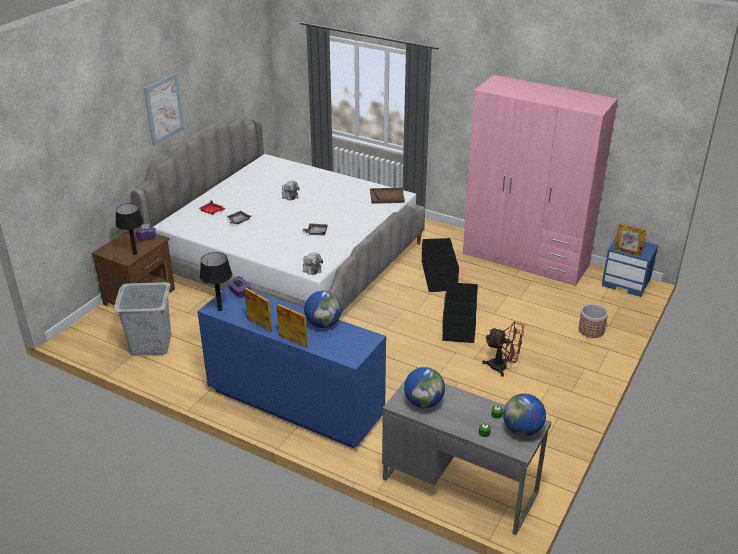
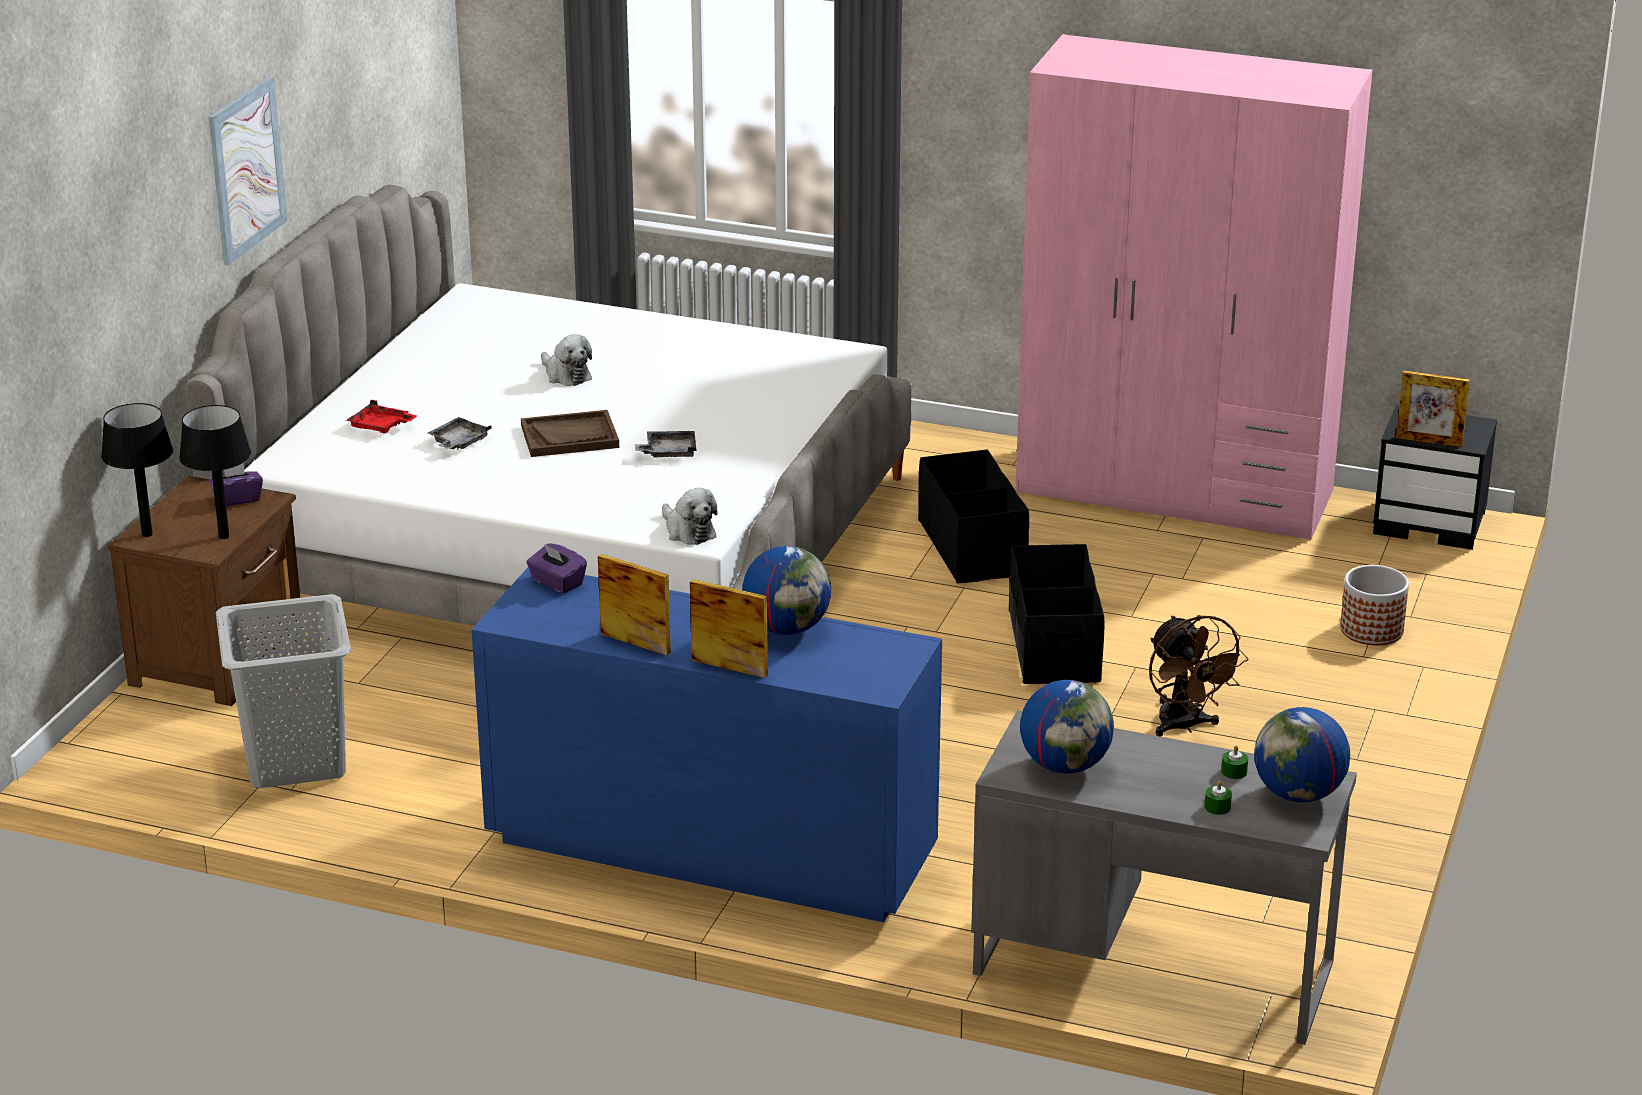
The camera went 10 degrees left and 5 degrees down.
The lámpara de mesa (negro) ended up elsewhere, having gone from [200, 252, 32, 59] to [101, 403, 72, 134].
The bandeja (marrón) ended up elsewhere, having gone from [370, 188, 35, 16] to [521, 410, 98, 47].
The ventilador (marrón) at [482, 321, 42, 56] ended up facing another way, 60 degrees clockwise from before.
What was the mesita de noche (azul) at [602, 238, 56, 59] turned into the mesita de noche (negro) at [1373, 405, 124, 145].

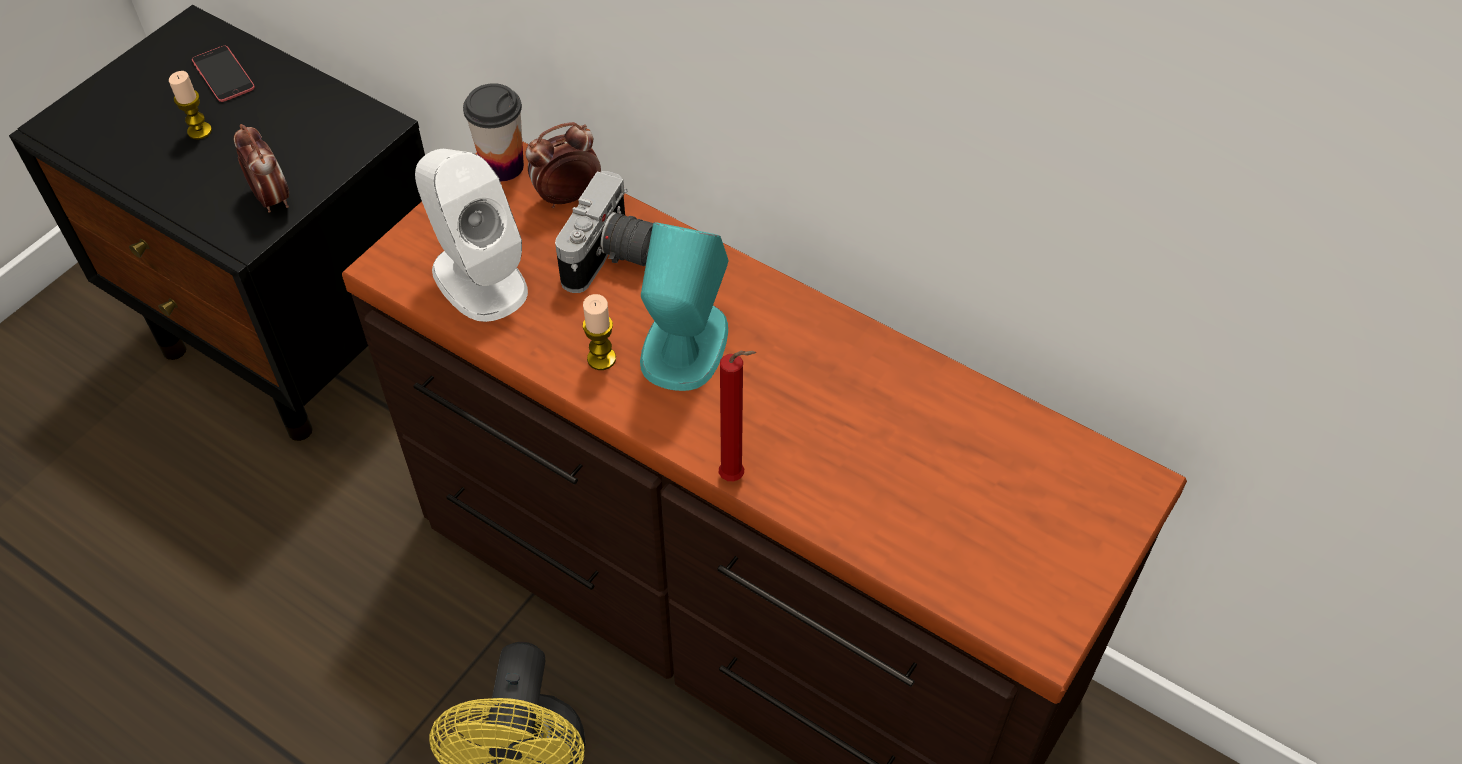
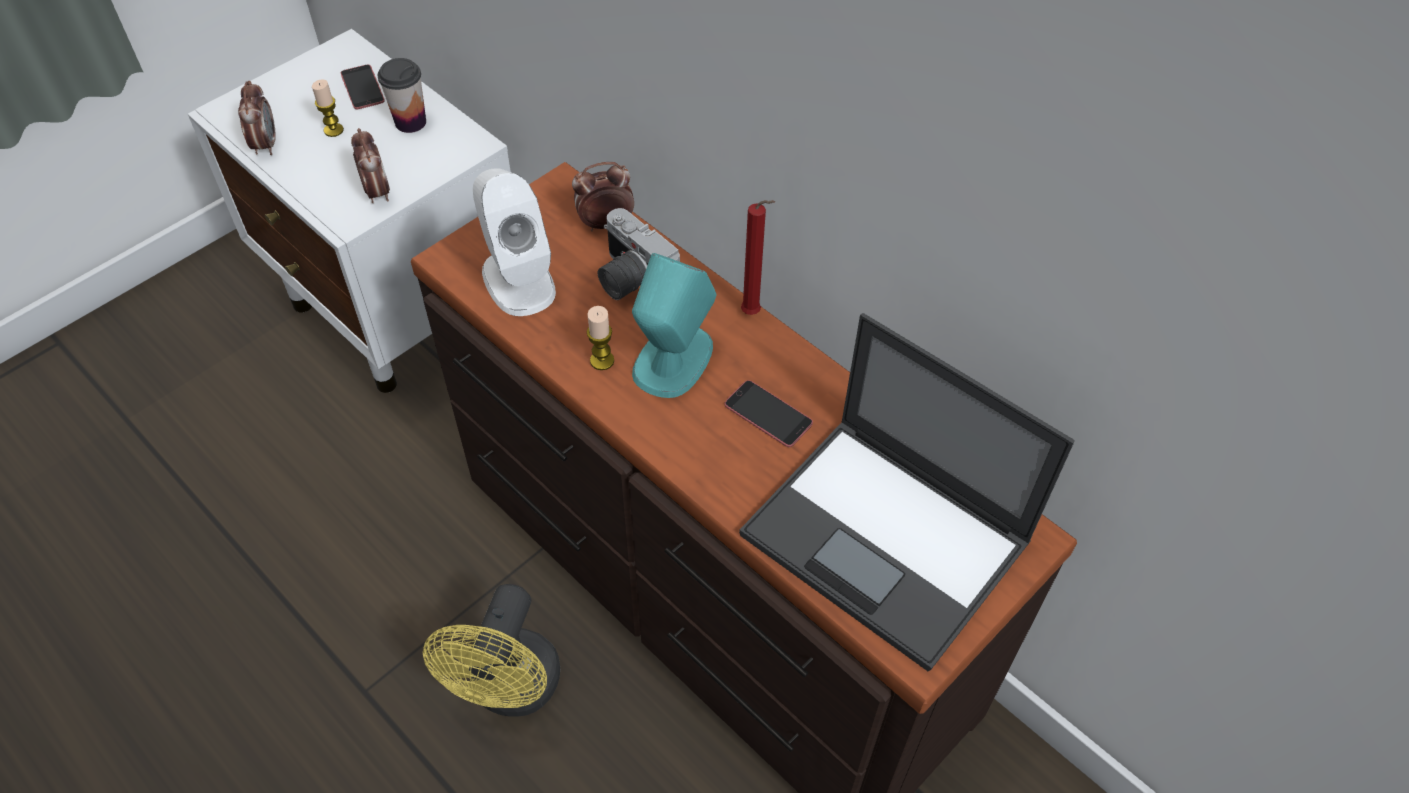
The camera went 10 degrees right and 0 degrees up.
What was the mesita de noche (negro) at [9, 5, 416, 436] turned into the mesita de noche (blanco) at [188, 29, 323, 364].
The taza ended up elsewhere, having gone from [463, 83, 61, 98] to [378, 58, 48, 75].
The cámara at [555, 171, 98, 122] ended up facing another way, 105 degrees clockwise from before.
The vela (rojo) ended up elsewhere, having gone from [719, 350, 37, 131] to [741, 200, 34, 115].
The second view gained the despertador at [238, 81, 38, 74].
The second view gained the móvil at [725, 380, 88, 67].
The second view gained the portátil at [739, 313, 336, 358].

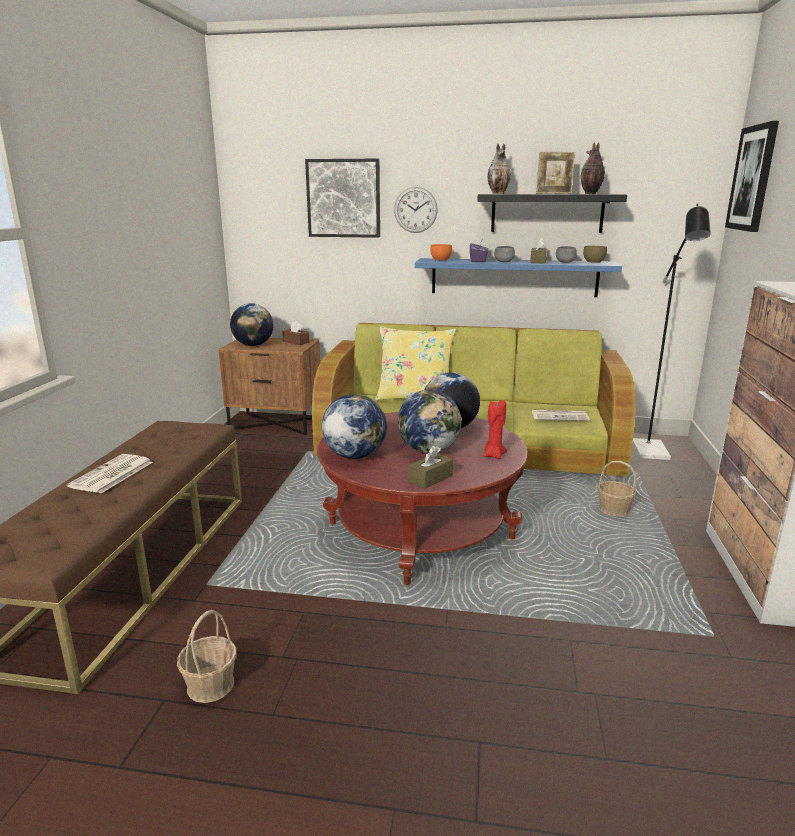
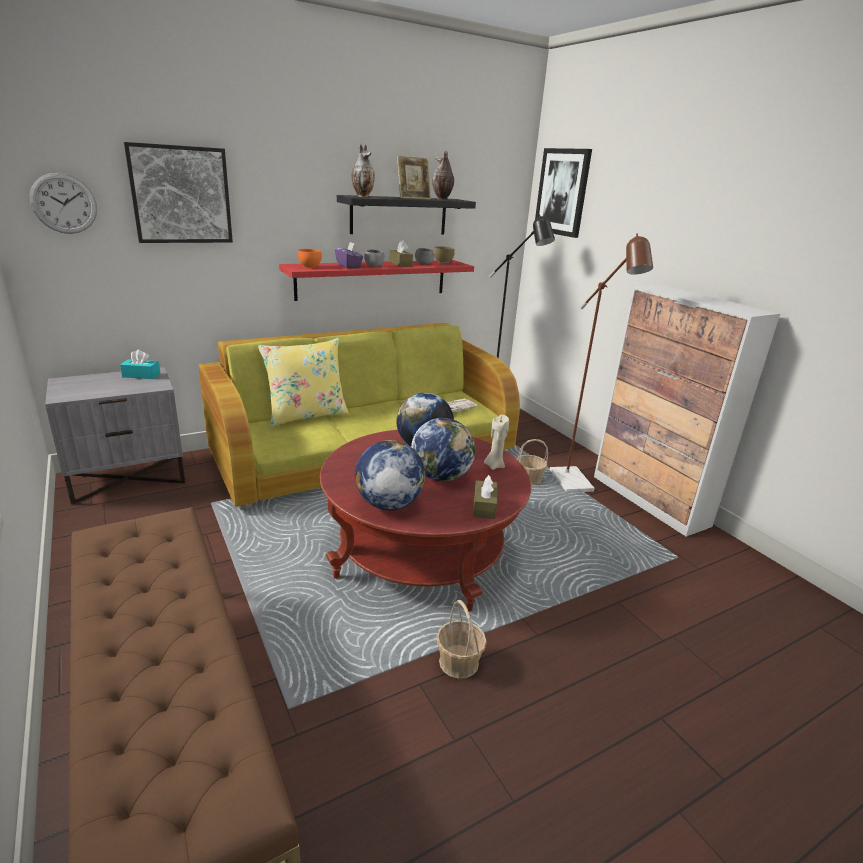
The camera went 40 degrees left and 5 degrees up.
The second view lost the periódico at [67, 454, 86, 39].
The cesta ended up elsewhere, having gone from [177, 610, 60, 93] to [436, 600, 51, 79].
What was the mesita de noche (marrón) at [219, 338, 101, 97] turned into the mesita de noche (gris) at [45, 367, 140, 137].
The second view lost the globo terráqueo at [230, 303, 44, 43].
What was the caja de pañuelos (marrón) at [282, 321, 27, 24] turned into the caja de pañuelos (turquesa) at [120, 350, 41, 29].
The reloj de pared ended up elsewhere, having gone from [394, 187, 44, 46] to [30, 173, 67, 61].
What was the estante (azul) at [415, 258, 207, 39] turned into the estante (rojo) at [279, 260, 195, 41].
What was the vela (rojo) at [483, 400, 24, 59] turned into the vela (beis) at [484, 415, 25, 55].
The second view gained the lámpara de pie (marrón) at [550, 233, 103, 259].

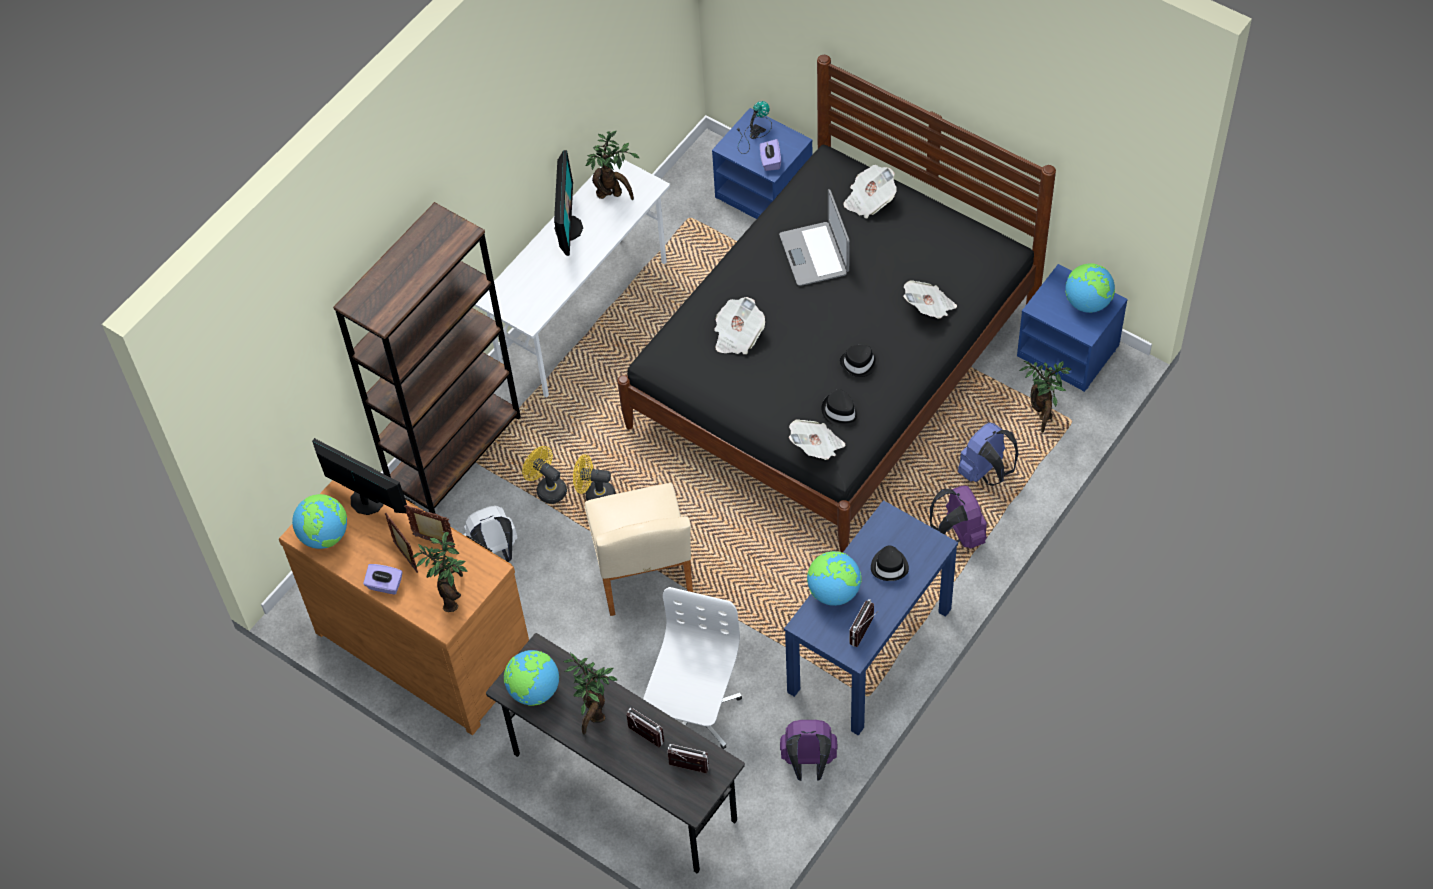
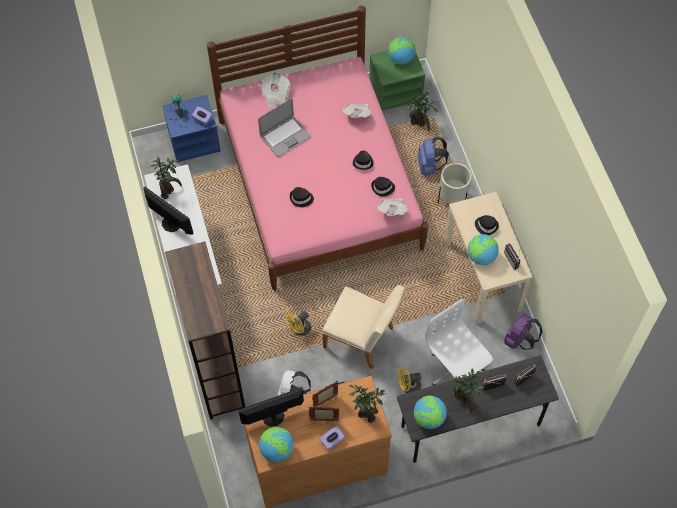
The camera went 55 degrees left and 5 degrees up.
The ventilador (amarillo) ended up elsewhere, having gone from [522, 446, 45, 58] to [398, 367, 23, 26].
What was the cama (negro) at [617, 55, 439, 498] turned into the cama (rosa) at [207, 5, 221, 285].
Where the periódico stood at [714, 297, 51, 57], the sombrero (negro) came to stand at [290, 187, 24, 20].
The portátil at [779, 189, 71, 97] ended up facing another way, 60 degrees counterclockwise from before.
What was the mesa consola (azul) at [784, 500, 174, 236] turned into the mesa consola (beis) at [444, 192, 89, 132].
Where the mochila (morado) stood at [930, 485, 57, 64], the maceta (beis) came to stand at [438, 163, 34, 41].
What was the mesita de noche (azul) at [1017, 264, 111, 128] turned into the mesita de noche (verde) at [369, 50, 56, 61].

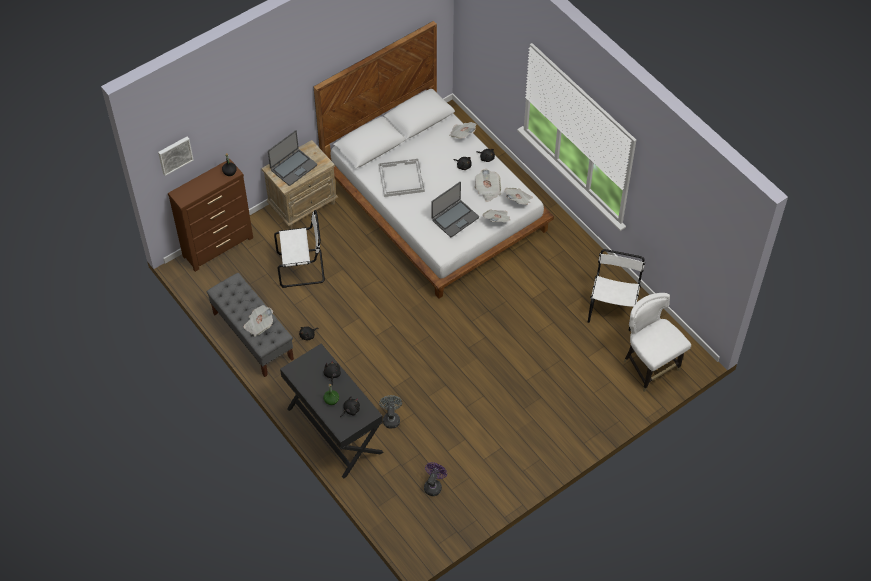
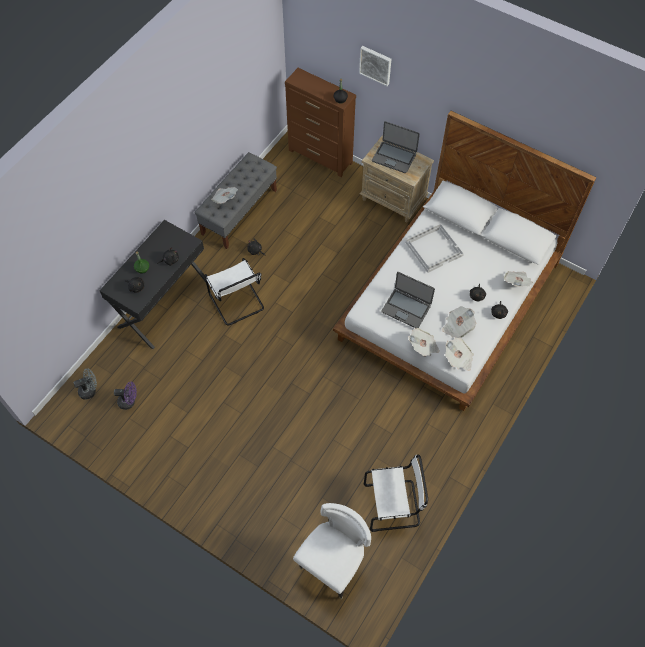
The camera went 70 degrees right and 5 degrees up.
The cuadro ended up elsewhere, having gone from [158, 137, 36, 39] to [359, 46, 32, 40].
The silla (blanco) ended up elsewhere, having gone from [274, 210, 51, 78] to [204, 258, 60, 68].
The ventilador (gris) ended up elsewhere, having gone from [379, 395, 23, 34] to [74, 368, 23, 32].

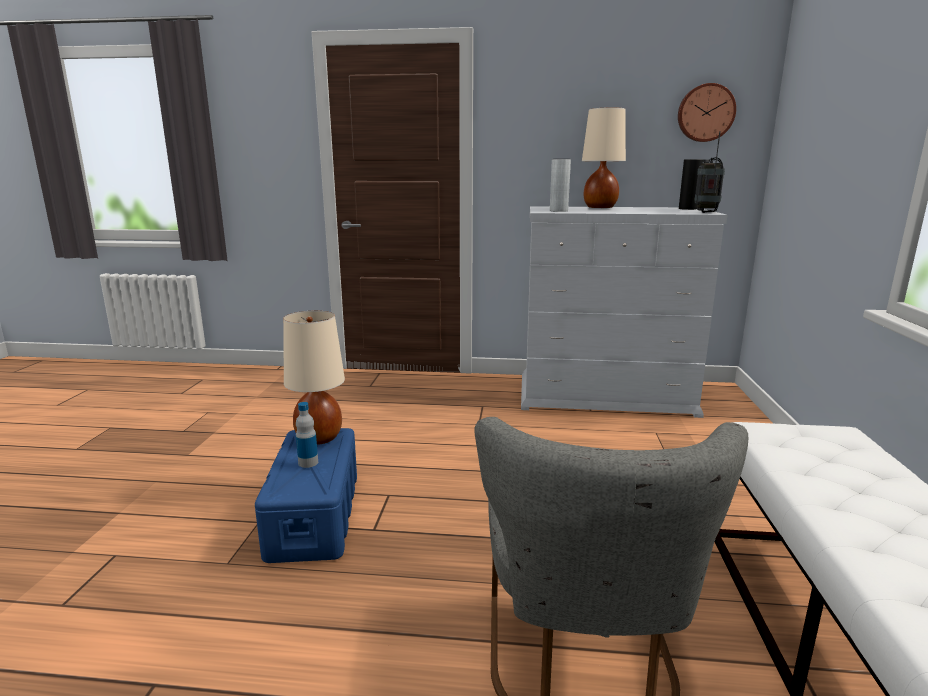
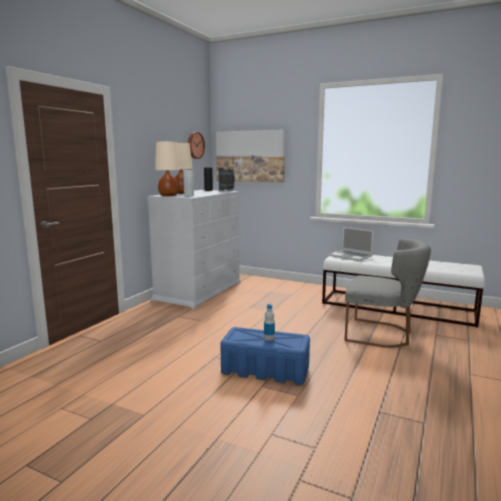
The camera went 70 degrees left and 5 degrees down.
The lámpara de mesa (beis) ended up elsewhere, having gone from [283, 311, 62, 134] to [155, 141, 25, 55].
The second view gained the cuadro at [216, 130, 69, 52].
The second view gained the portátil at [330, 227, 43, 34].

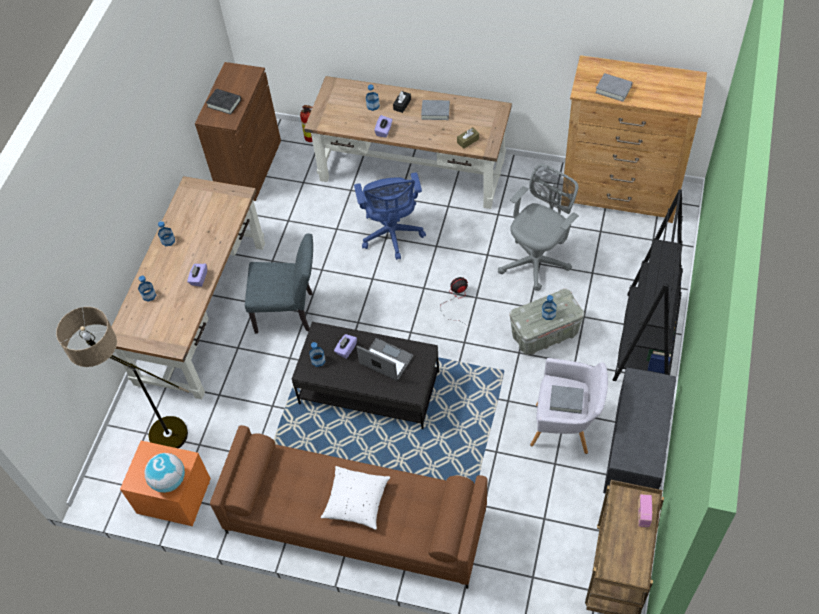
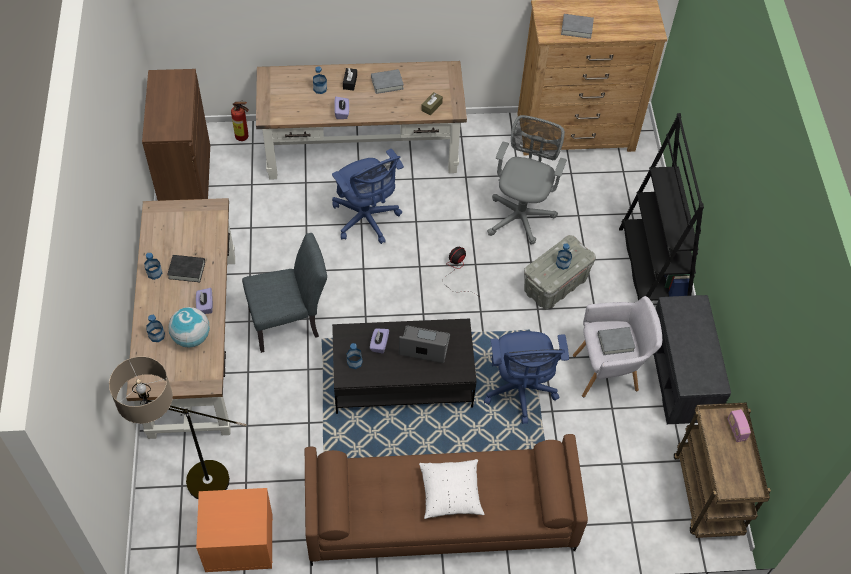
The camera went 25 degrees left and 0 degrees up.
The globo terráqueo ended up elsewhere, having gone from [145, 453, 40, 40] to [168, 307, 42, 41].
The libro (negro) ended up elsewhere, having gone from [206, 89, 35, 26] to [167, 255, 38, 27].
The second view gained the silla de oficina (azul) at [484, 331, 85, 93].

